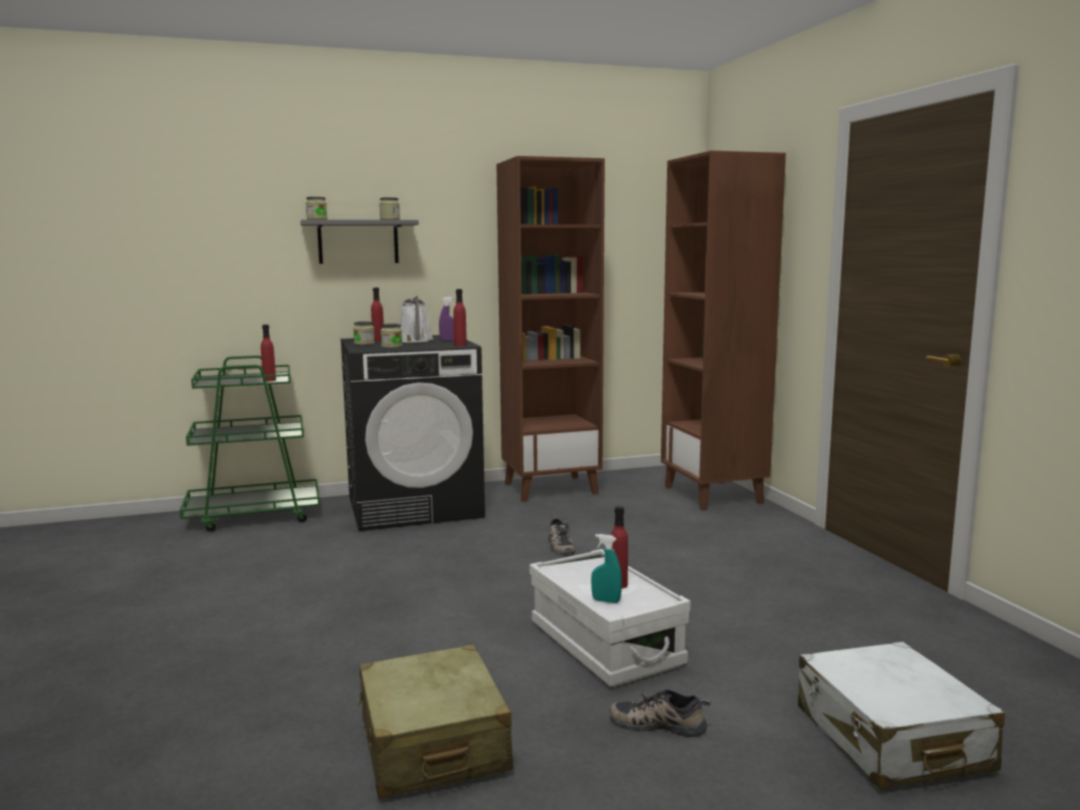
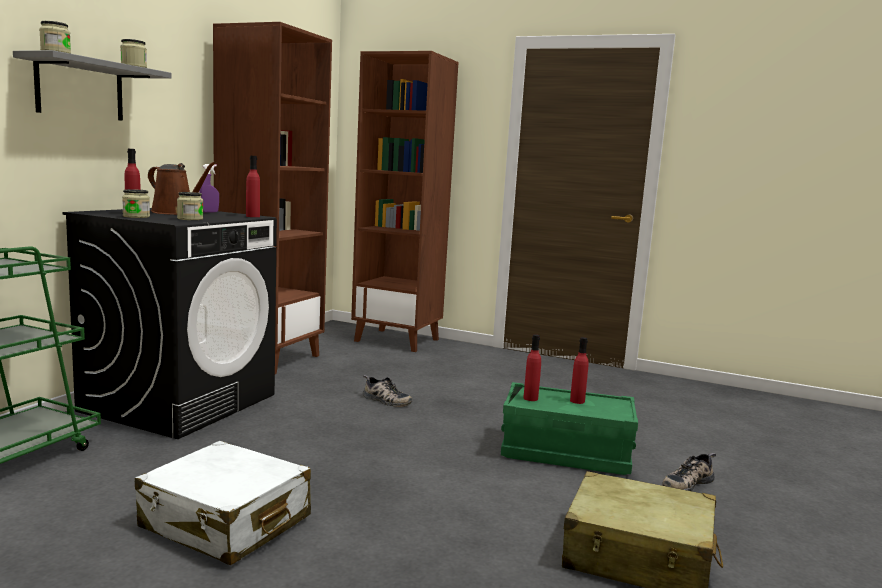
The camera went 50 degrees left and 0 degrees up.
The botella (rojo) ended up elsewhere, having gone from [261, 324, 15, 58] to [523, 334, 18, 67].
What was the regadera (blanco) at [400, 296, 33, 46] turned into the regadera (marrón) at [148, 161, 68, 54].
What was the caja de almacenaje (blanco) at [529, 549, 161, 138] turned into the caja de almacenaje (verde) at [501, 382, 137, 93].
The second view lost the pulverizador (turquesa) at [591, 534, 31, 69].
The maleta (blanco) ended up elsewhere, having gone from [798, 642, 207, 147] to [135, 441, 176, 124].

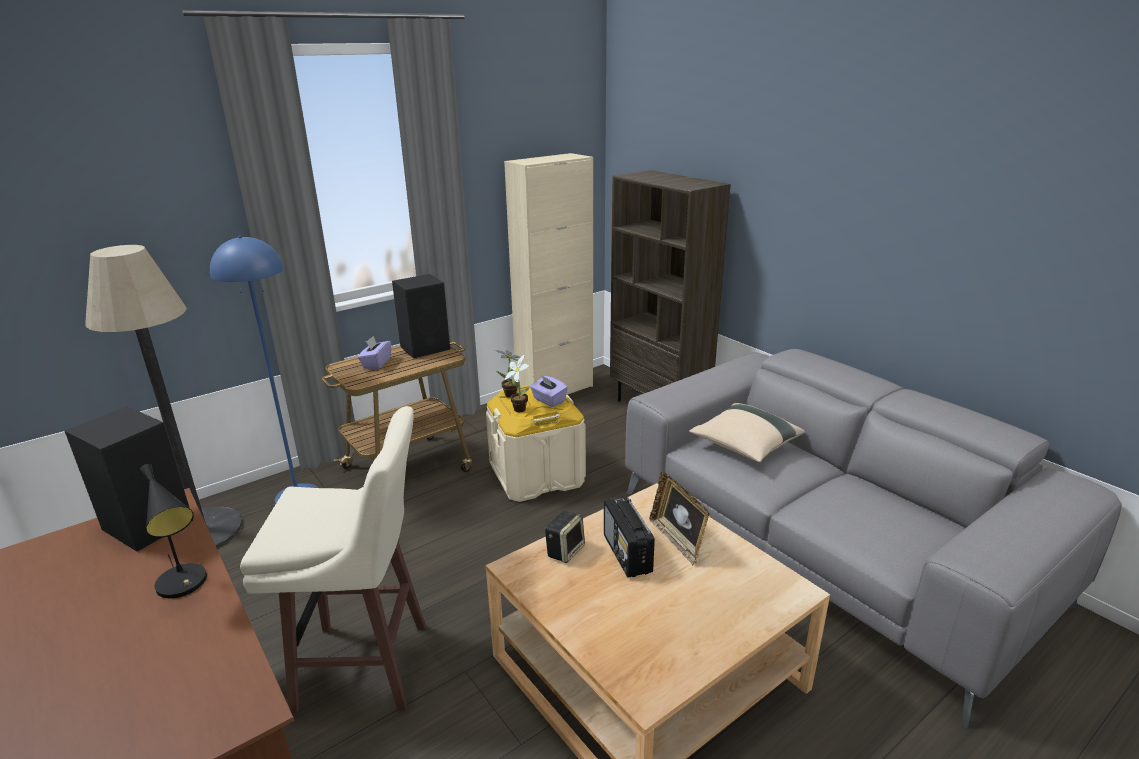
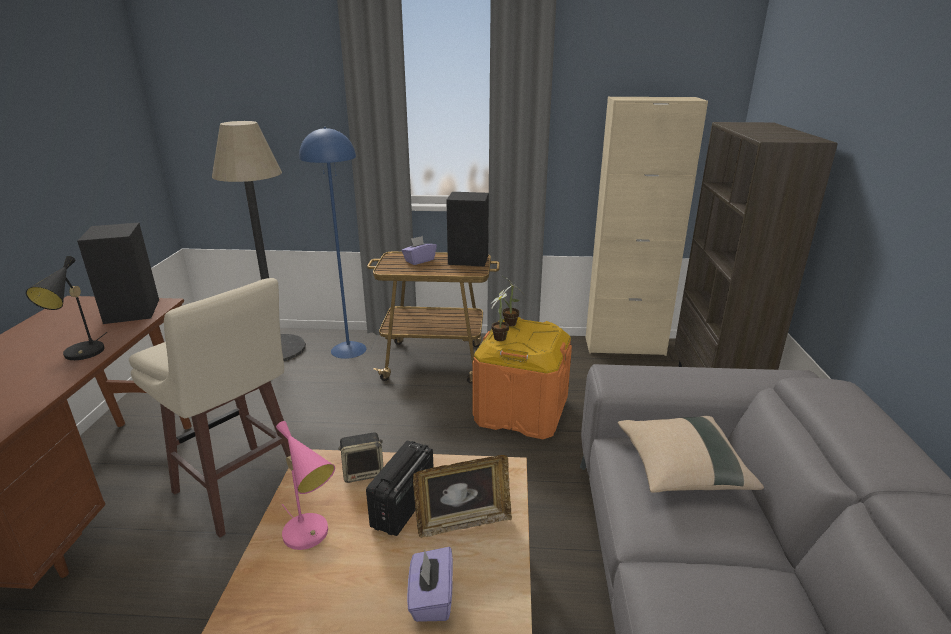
The camera went 40 degrees right and 0 degrees up.
What was the caja de almacenaje (beis) at [486, 385, 100, 117] turned into the caja de almacenaje (naranja) at [472, 317, 100, 122].
The caja de pañuelos (morado) ended up elsewhere, having gone from [530, 375, 38, 32] to [407, 547, 46, 75].
The portarretratos at [650, 472, 59, 94] ended up facing another way, 120 degrees counterclockwise from before.
The second view gained the lámpara de mesa (rosa) at [276, 421, 59, 129].

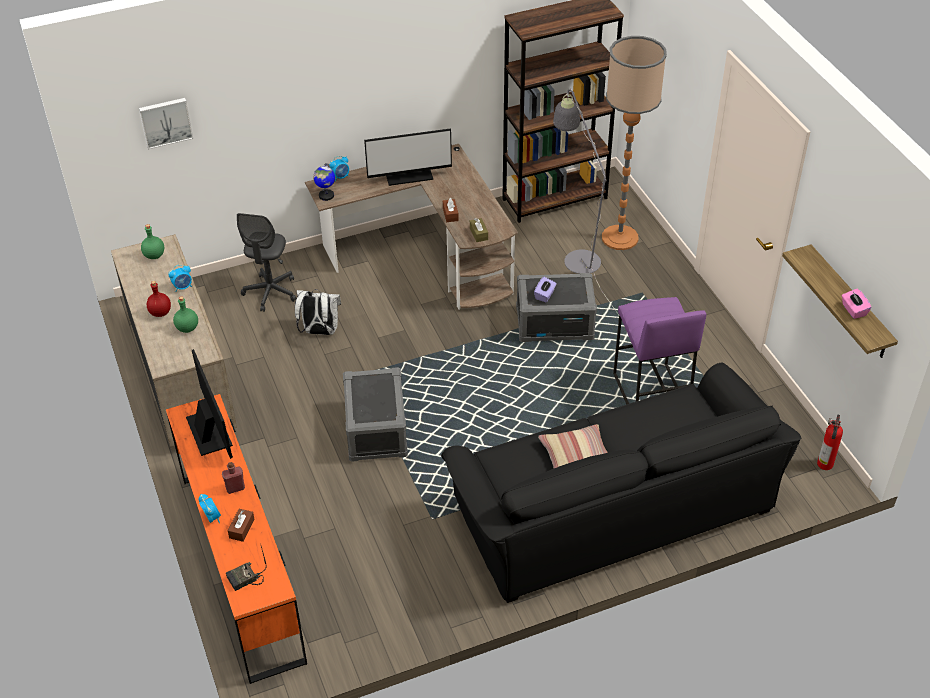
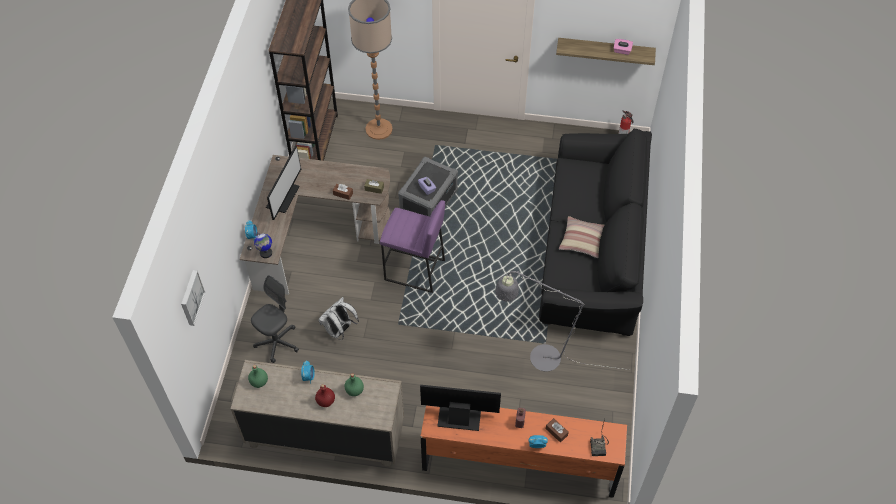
The camera went 60 degrees left and 10 degrees up.
The silla de oficina (gris) at [237, 213, 59, 99] ended up facing another way, 90 degrees counterclockwise from before.
The second view lost the caja de almacenaje (gris) at [343, 367, 65, 95].
The lámpara de pie (gris) ended up elsewhere, having gone from [553, 89, 66, 226] to [495, 271, 135, 100].
The taburete (morado) ended up elsewhere, having gone from [613, 297, 93, 108] to [380, 200, 65, 93].

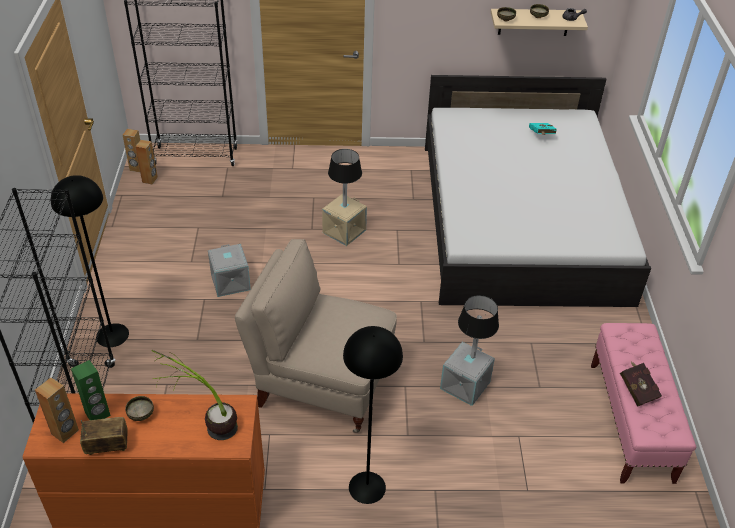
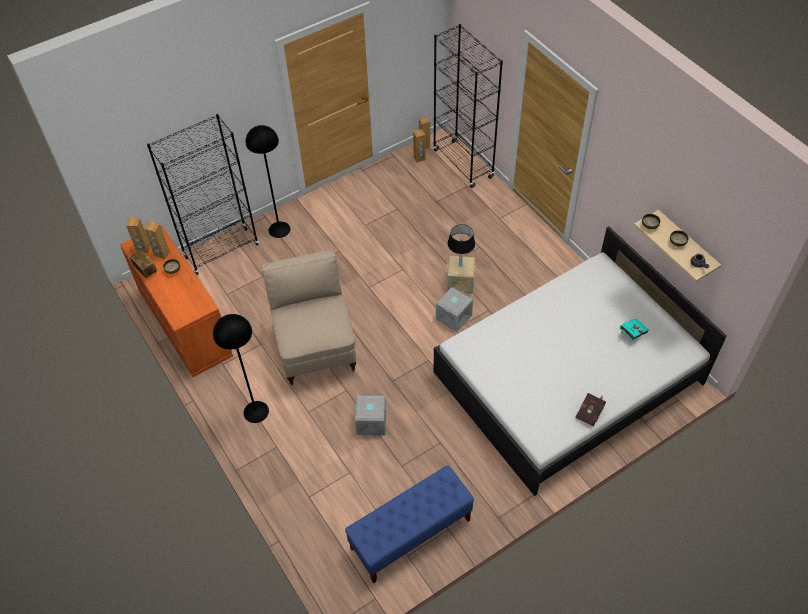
The camera went 60 degrees right and 10 degrees up.
What was the altavoz (verde) at [71, 360, 40, 60] turned into the altavoz (marrón) at [144, 221, 26, 38].
The second view lost the planta en maceta at [152, 350, 86, 90].
The caja de almacenaje (gris) ended up elsewhere, having gone from [208, 244, 43, 53] to [436, 287, 37, 45].
The second view lost the lámpara de mesa (negro) at [458, 295, 41, 64].
What was the banco (rosa) at [591, 323, 105, 161] turned into the banco (azul) at [345, 465, 129, 118].
The libro (rojo) ended up elsewhere, having gone from [620, 361, 42, 46] to [576, 393, 30, 33].

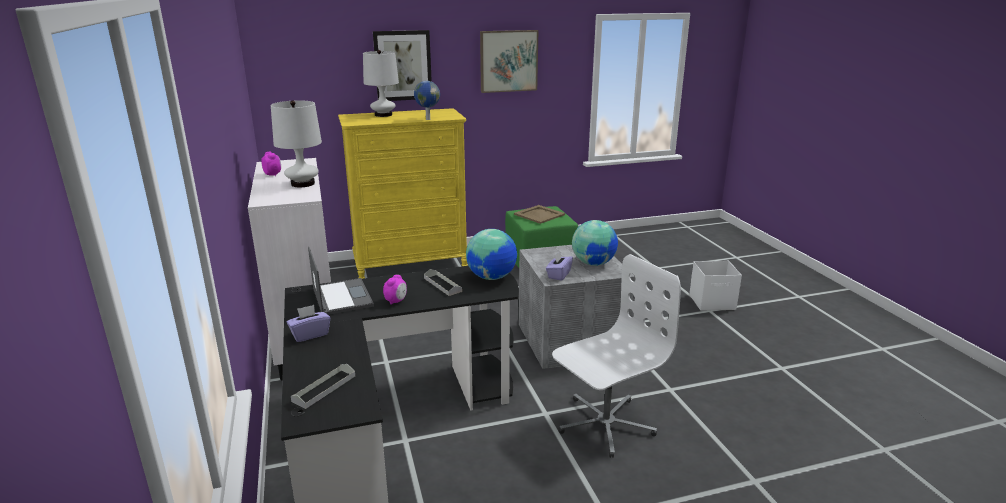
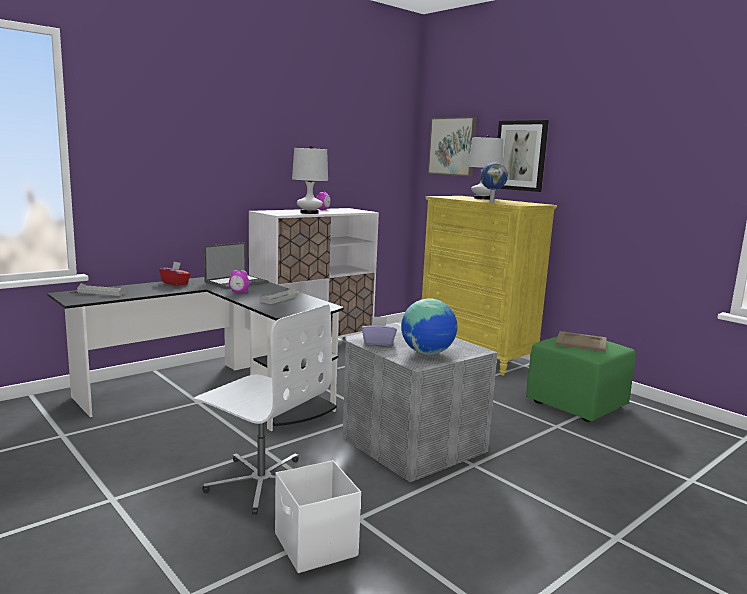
The camera went 65 degrees right and 10 degrees down.
What was the caja de pañuelos (morado) at [286, 305, 44, 37] turned into the caja de pañuelos (rojo) at [159, 261, 32, 25].
The second view lost the globo terráqueo at [466, 229, 51, 51].
The cuadro ended up elsewhere, having gone from [480, 30, 59, 63] to [428, 117, 49, 59].
The caja de almacenaje (blanco) ended up elsewhere, having gone from [689, 261, 53, 50] to [275, 460, 86, 113].

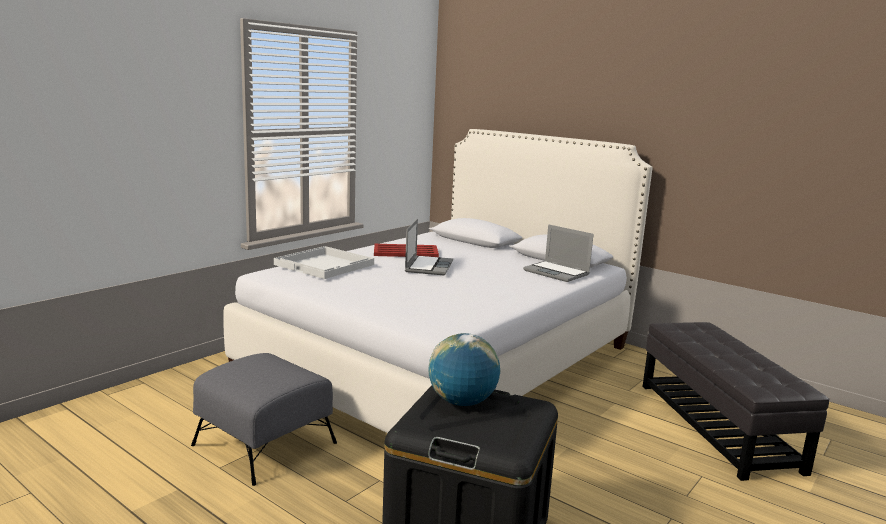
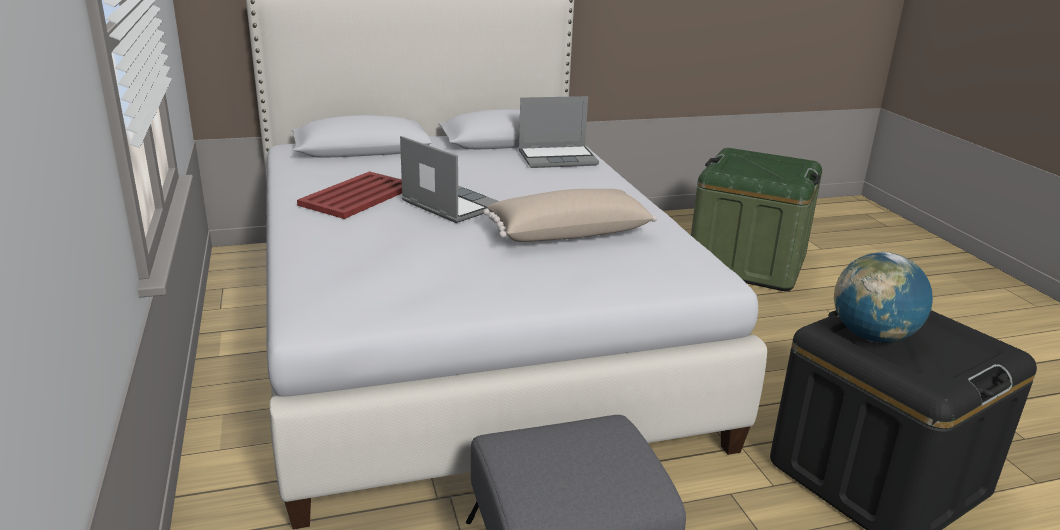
The camera went 55 degrees left and 10 degrees up.
The second view lost the bandeja (blanco) at [274, 246, 100, 33].
Where the puf (negro) stood at [642, 322, 188, 159], the caja de almacenaje (verde) came to stand at [691, 148, 131, 143].
The second view gained the cojín (beis) at [483, 189, 174, 53].

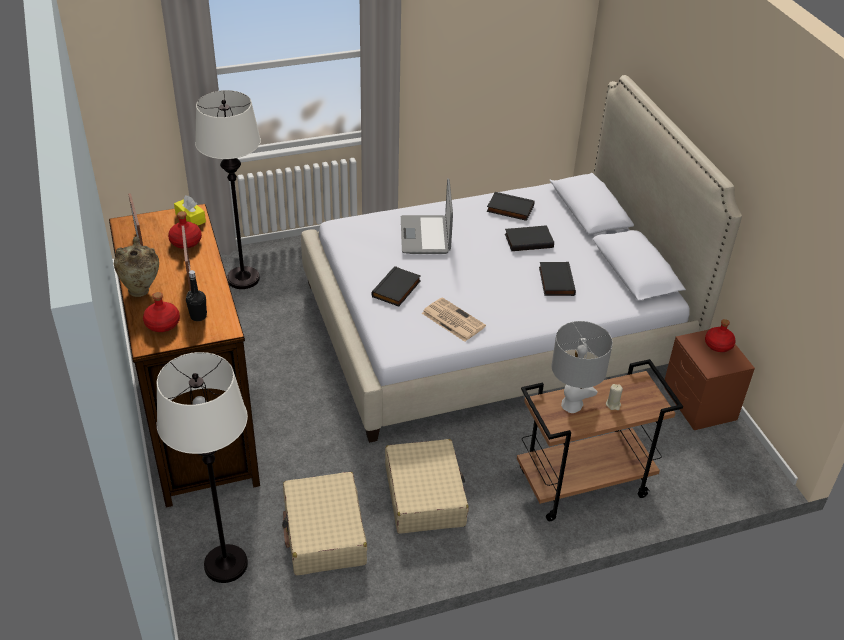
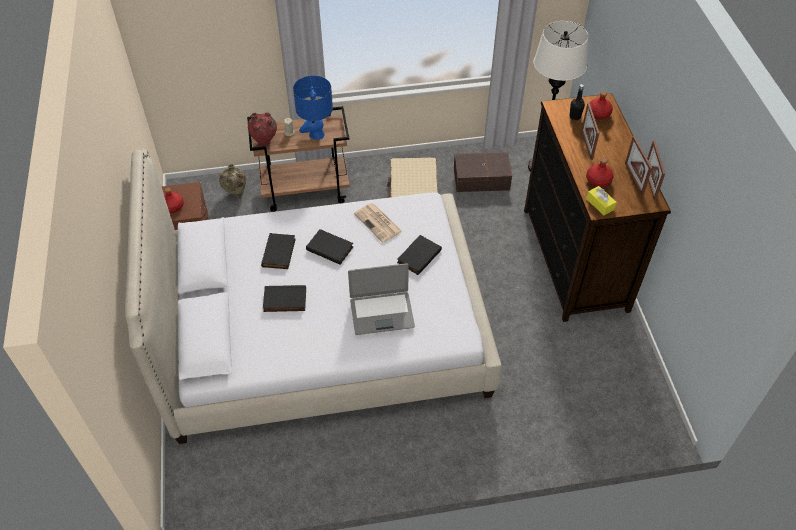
The camera went 170 degrees left and 10 degrees up.
The florero (beis) ended up elsewhere, having gone from [114, 236, 45, 61] to [219, 164, 27, 33].
The second view lost the lámpara de pie (blanco) at [195, 90, 66, 199].
Where the maleta (beis) stood at [282, 472, 85, 103], the caja de almacenaje (marrón) came to stand at [454, 152, 58, 40].
The portátil at [401, 178, 52, 76] ended up facing another way, 75 degrees clockwise from before.
The libro (negro) ended up elsewhere, having gone from [487, 192, 48, 29] to [306, 229, 48, 36].
What was the lámpara de mesa (gris) at [552, 321, 61, 92] turned into the lámpara de mesa (azul) at [293, 76, 40, 64].
The second view gained the florero (rojo) at [248, 112, 29, 34].
The second view gained the portarretratos at [647, 140, 18, 60].

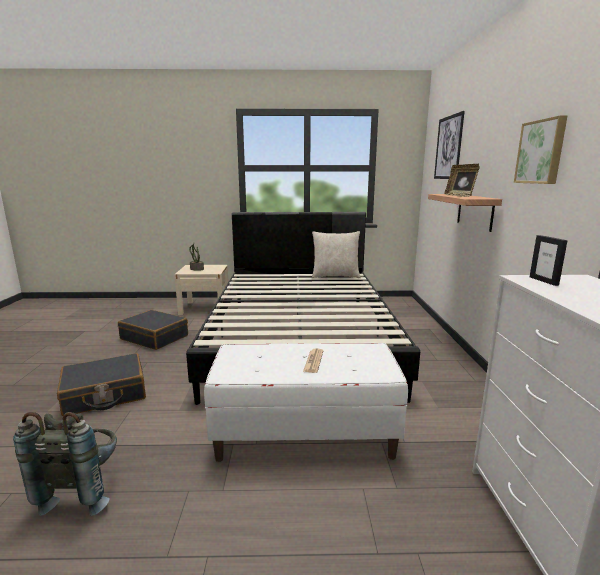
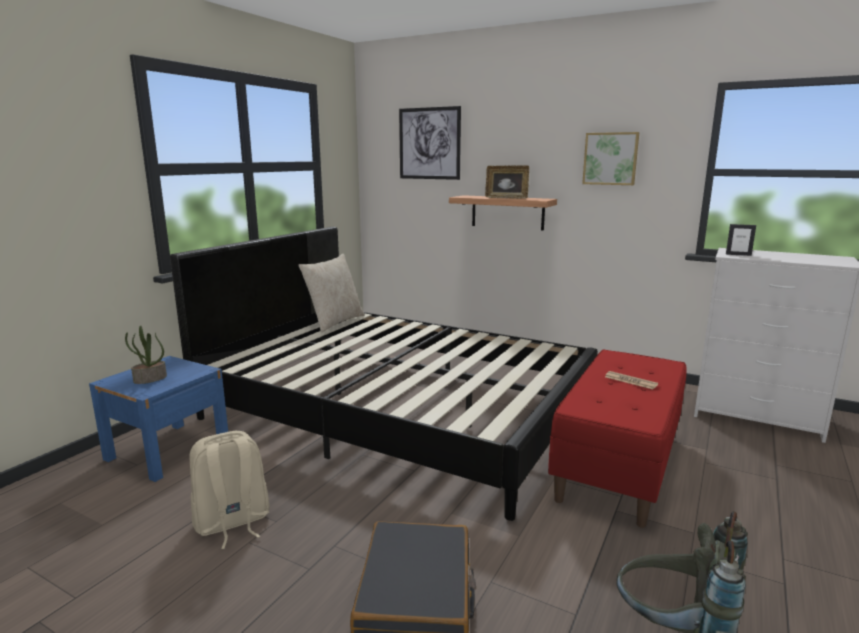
The camera went 60 degrees left and 0 degrees up.
Where the maleta (negro) stood at [118, 310, 70, 40], the mochila (beis) came to stand at [190, 431, 80, 118].
What was the mesita de noche (beis) at [174, 265, 55, 50] turned into the mesita de noche (azul) at [89, 356, 139, 126].
What was the banco (blanco) at [204, 343, 204, 119] turned into the banco (rojo) at [548, 349, 138, 179].

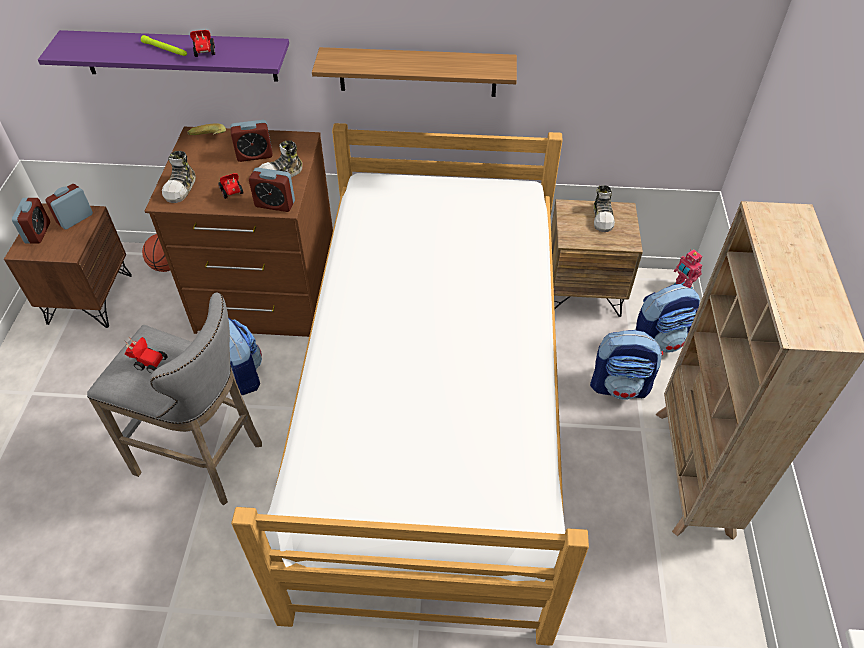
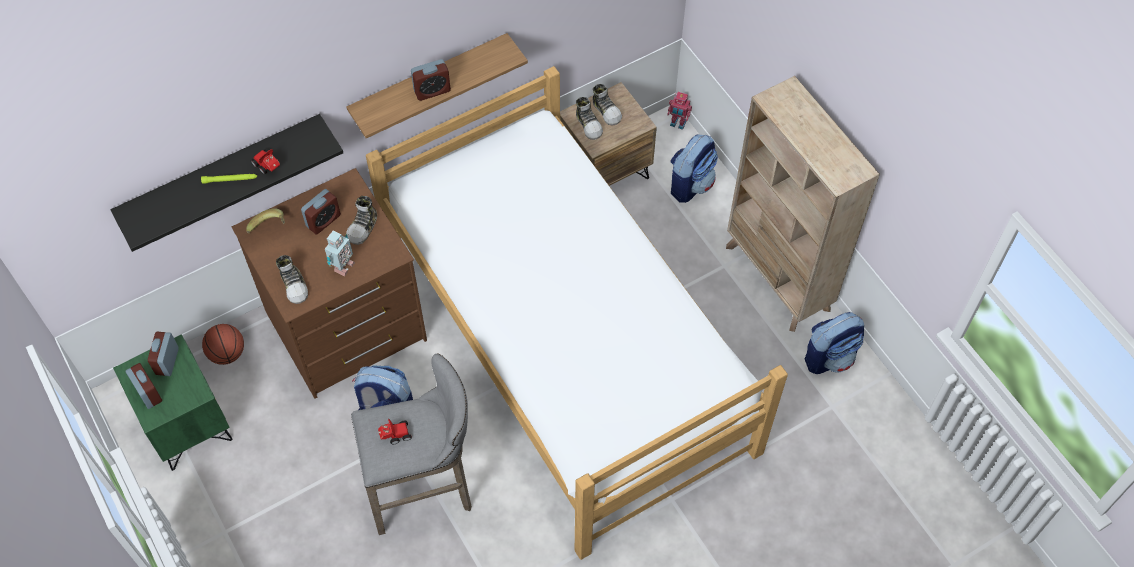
The camera went 35 degrees left and 10 degrees up.
What was the mesita de noche (marrón) at [4, 203, 128, 125] turned into the mesita de noche (verde) at [113, 335, 120, 136].
What was the estante (morado) at [38, 30, 251, 52] turned into the estante (negro) at [110, 114, 233, 138].
Where the coche de juguete stood at [218, 173, 25, 26], the robot de juguete came to stand at [325, 231, 30, 45].
The despertador ended up elsewhere, having gone from [249, 167, 46, 45] to [411, 59, 40, 42].
The mochila ended up elsewhere, having gone from [590, 330, 73, 70] to [805, 312, 59, 62].
The second view gained the zapato at [576, 97, 27, 43].

